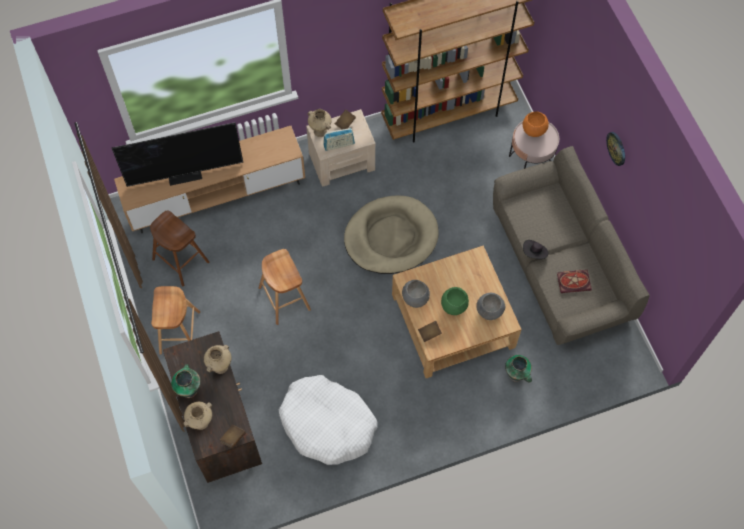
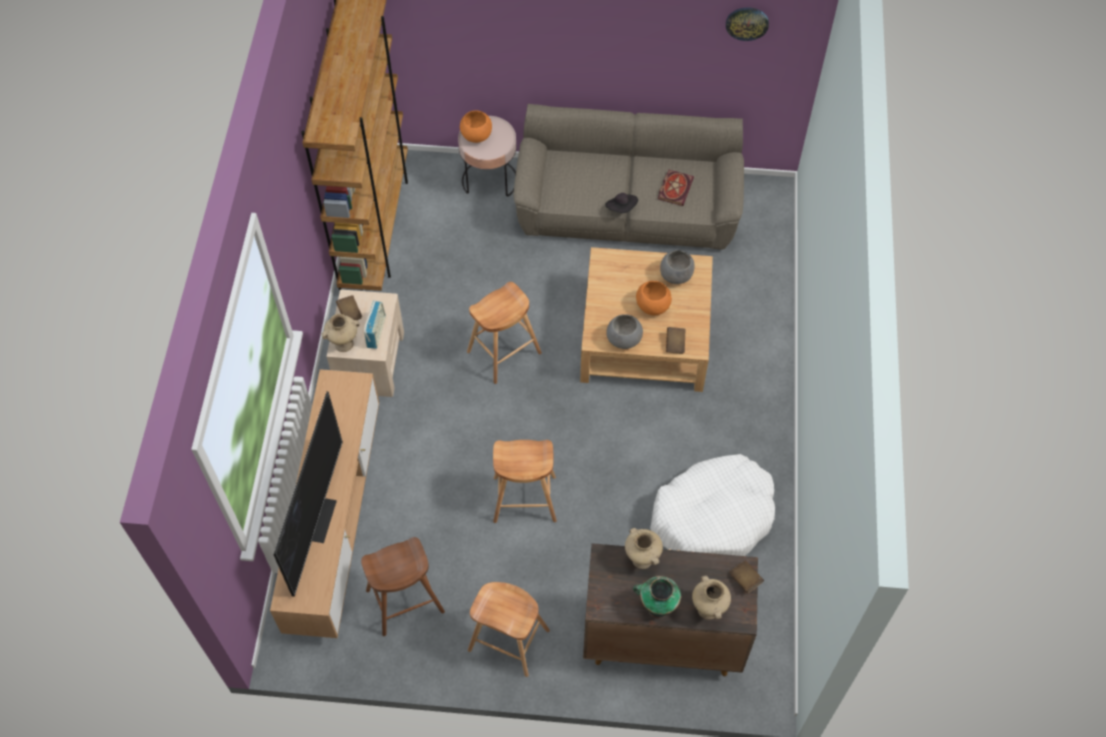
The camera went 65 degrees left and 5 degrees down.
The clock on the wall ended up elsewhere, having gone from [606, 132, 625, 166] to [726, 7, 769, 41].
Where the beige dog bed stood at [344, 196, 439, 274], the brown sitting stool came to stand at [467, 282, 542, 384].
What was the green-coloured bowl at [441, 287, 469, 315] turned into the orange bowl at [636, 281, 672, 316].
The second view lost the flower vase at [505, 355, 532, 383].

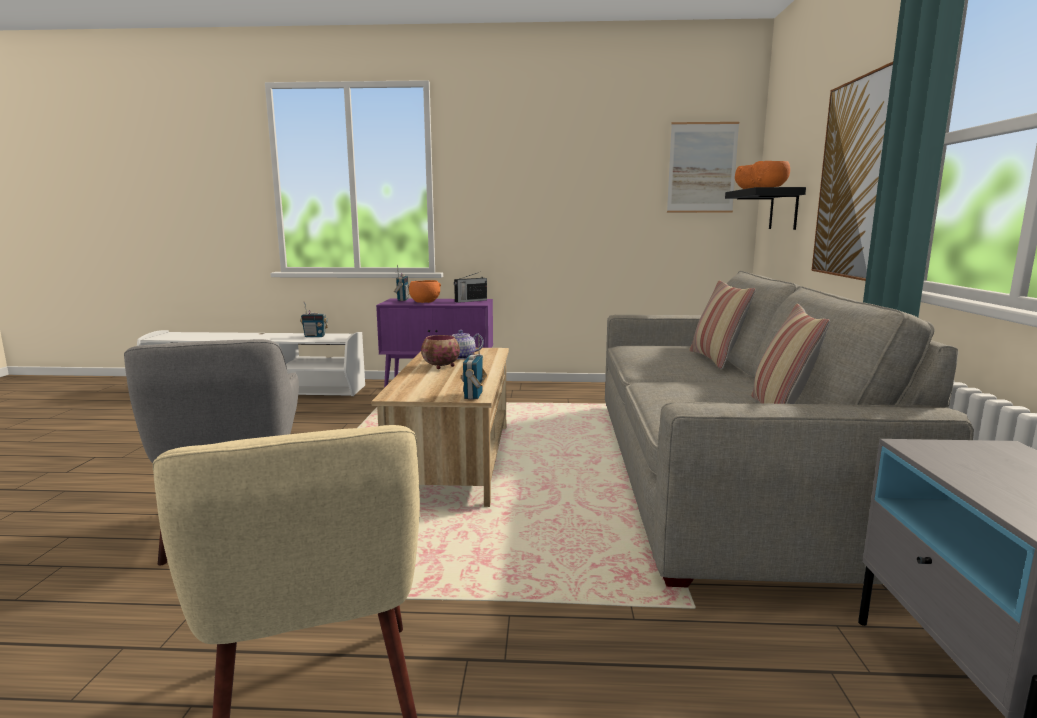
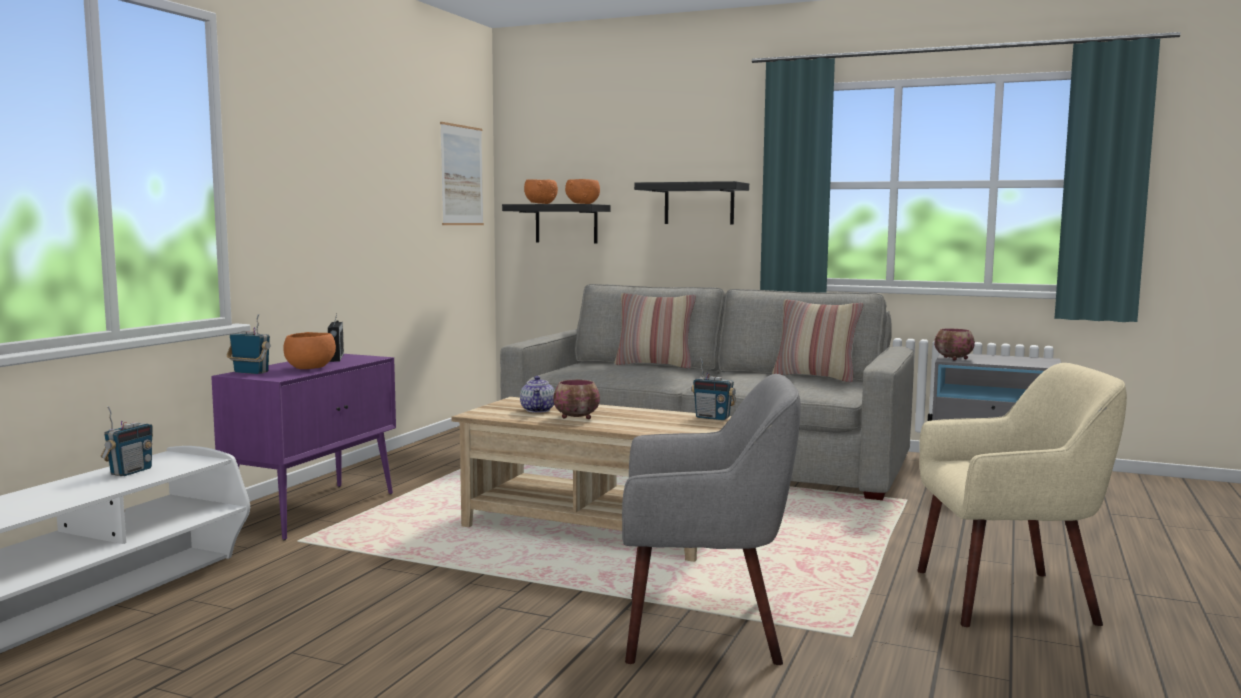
The camera went 70 degrees left and 5 degrees down.
Where the picture hung at [811, 62, 893, 281], the black-coloured wall shelf came to hang at [634, 181, 749, 225].
The second view gained the bowl at [934, 328, 975, 361].

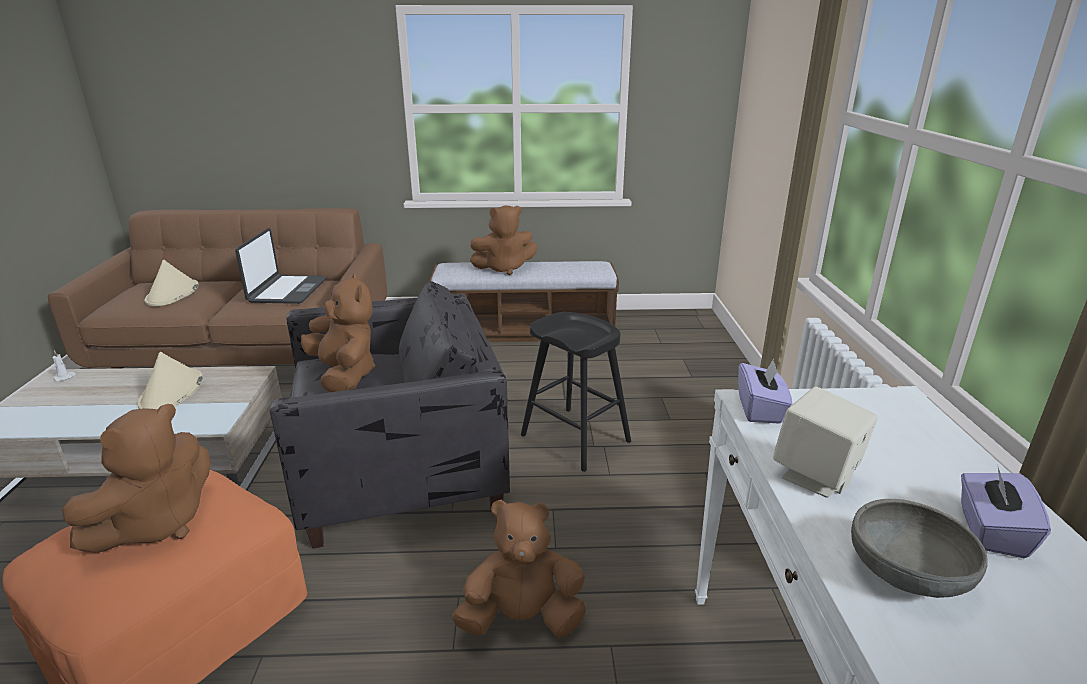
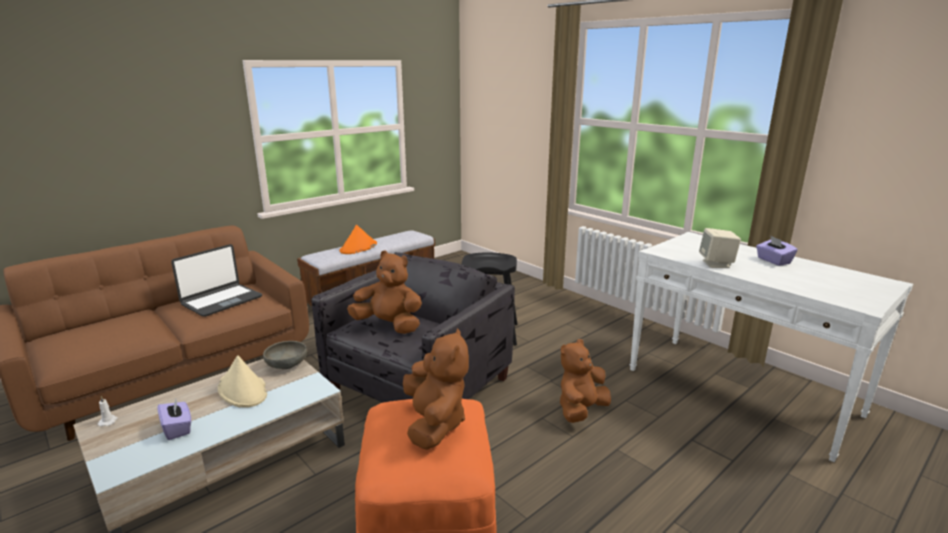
The camera went 40 degrees left and 5 degrees down.
Where the brown cuddly toy stood at [470, 205, 537, 275], the orange wearable hat came to stand at [340, 225, 377, 254].
The portable computer at [235, 228, 327, 304] ended up facing another way, 75 degrees clockwise from before.
The second view lost the beige wearable hat at [145, 260, 199, 306].
The purplish tissue holder ended up elsewhere, having gone from [738, 358, 792, 424] to [157, 399, 191, 440].
The gray bowl ended up elsewhere, having gone from [851, 499, 988, 598] to [263, 341, 307, 369].

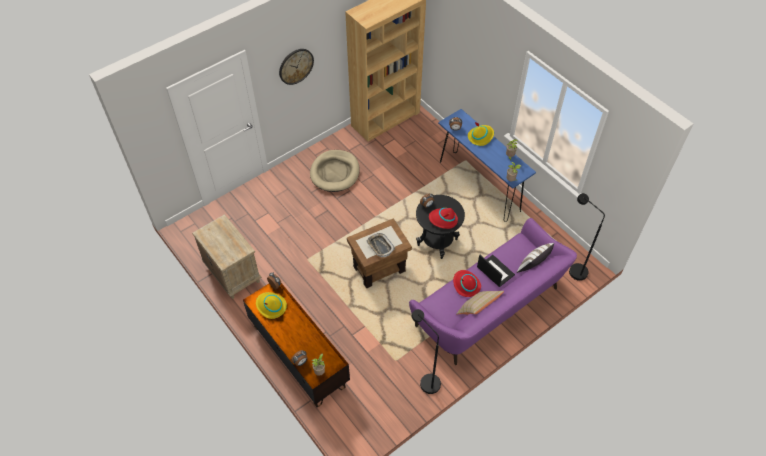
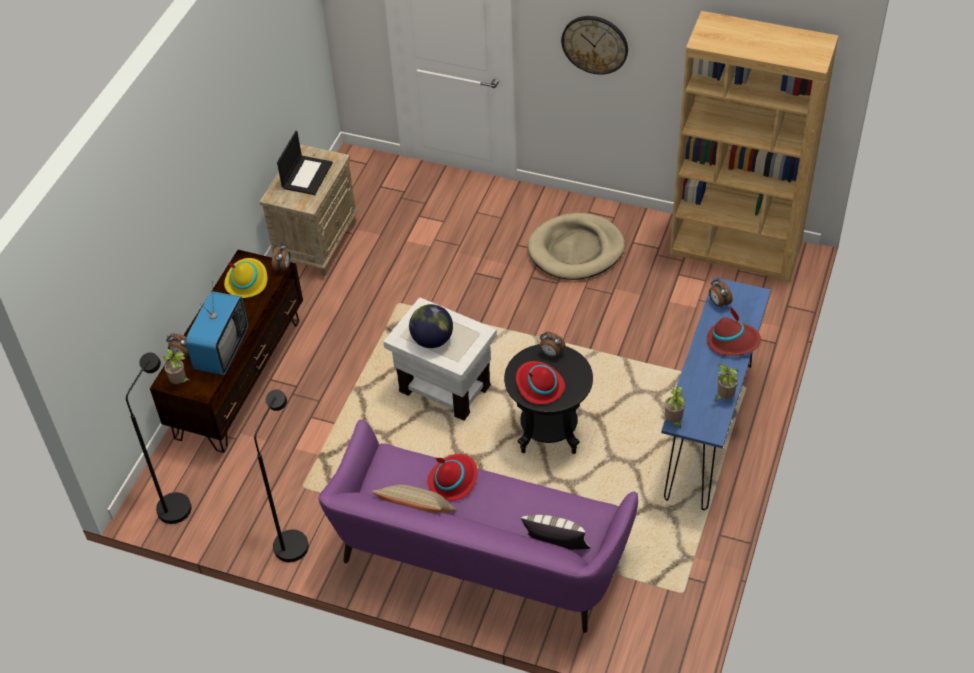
The camera went 60 degrees right and 5 degrees down.
What was the yellow wearable hat at [468, 122, 494, 146] turned into the red wearable hat at [707, 306, 761, 356].
The black-coloured floor lamp ended up elsewhere, having gone from [569, 193, 605, 281] to [126, 353, 192, 524].
What was the brown end table at [347, 218, 412, 288] turned into the white end table at [383, 297, 497, 421].
Where the tray stood at [366, 233, 395, 257], the desk globe came to stand at [409, 304, 453, 348].
The portable computer ended up elsewhere, having gone from [477, 255, 515, 287] to [277, 131, 333, 195].
The second view gained the TV set at [186, 281, 248, 375].

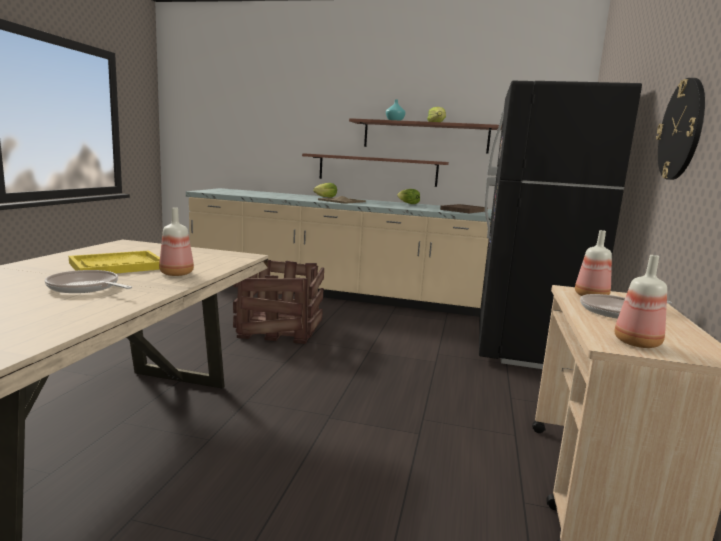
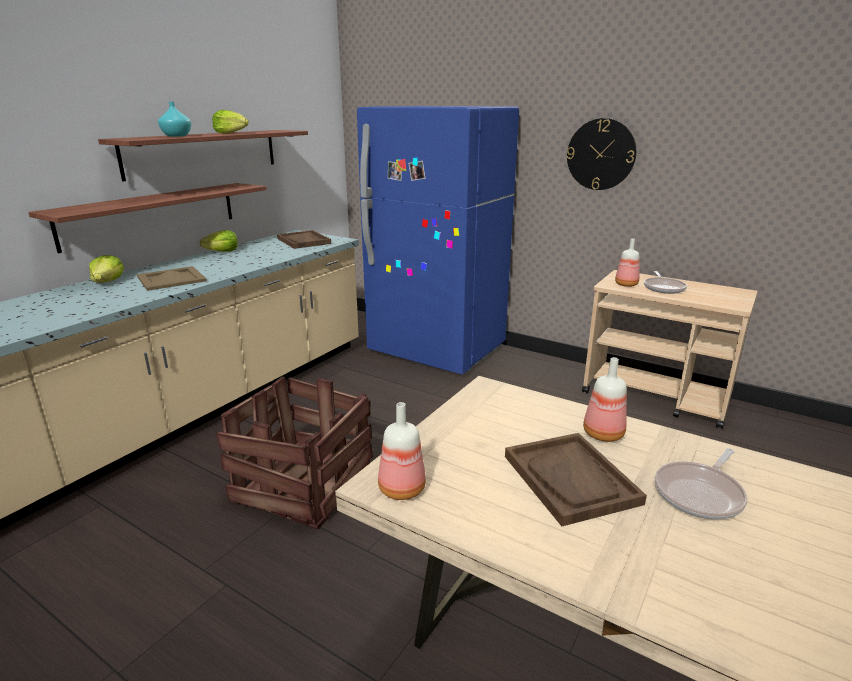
The camera went 70 degrees left and 10 degrees up.
What was the black-coloured fridge at [479, 81, 642, 369] turned into the bluish fridge at [357, 106, 519, 375].
What was the yellow tray at [69, 251, 160, 273] turned into the brown tray at [505, 433, 647, 527].
The bottle ended up elsewhere, having gone from [614, 255, 667, 348] to [378, 402, 426, 500].

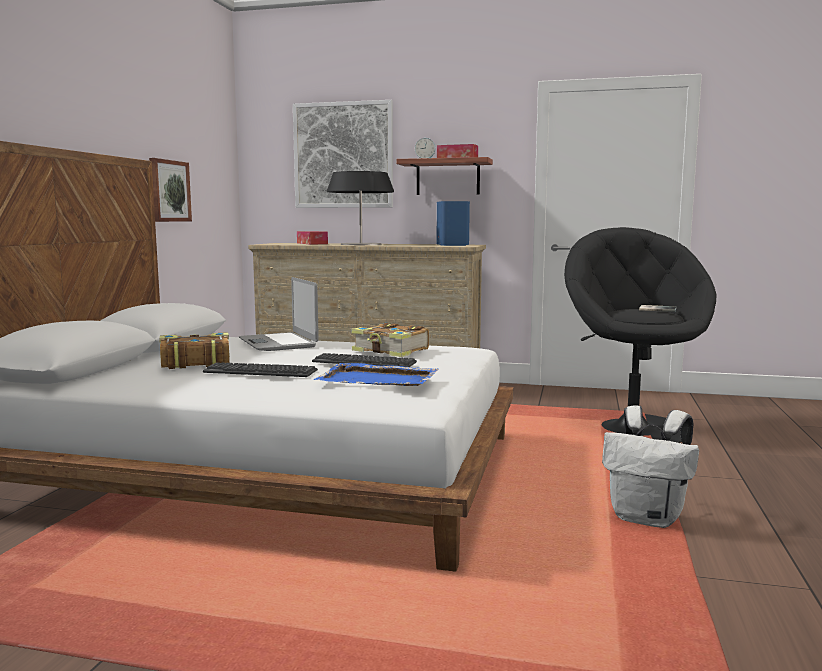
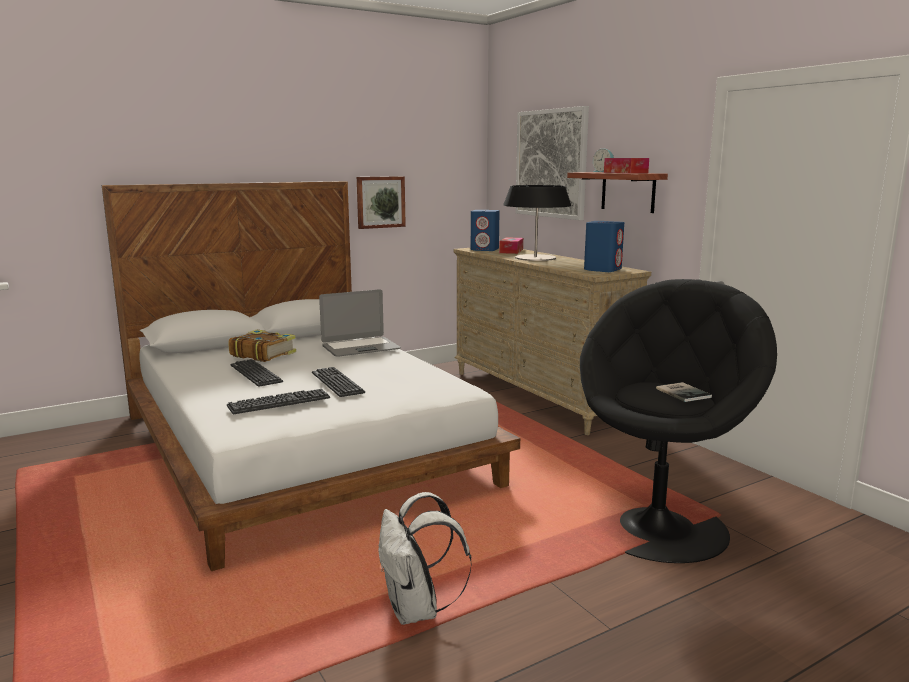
The camera went 45 degrees right and 5 degrees up.
The portable computer at [239, 277, 319, 351] ended up facing another way, 135 degrees counterclockwise from before.
The second view lost the book at [351, 323, 429, 357].
Where the bluish tray stood at [314, 363, 439, 386], the PC keyboard came to stand at [227, 389, 330, 414].
The second view gained the bluish audio speaker at [471, 210, 500, 251].

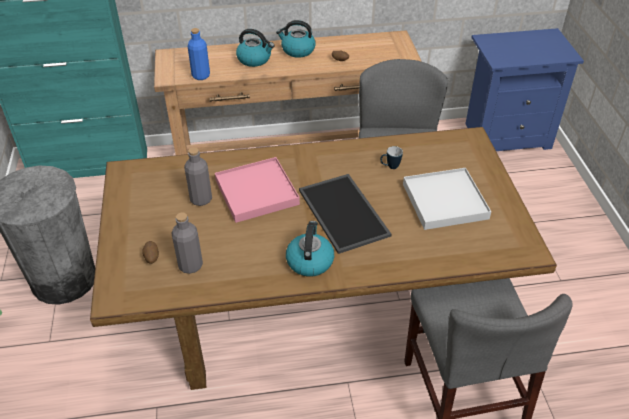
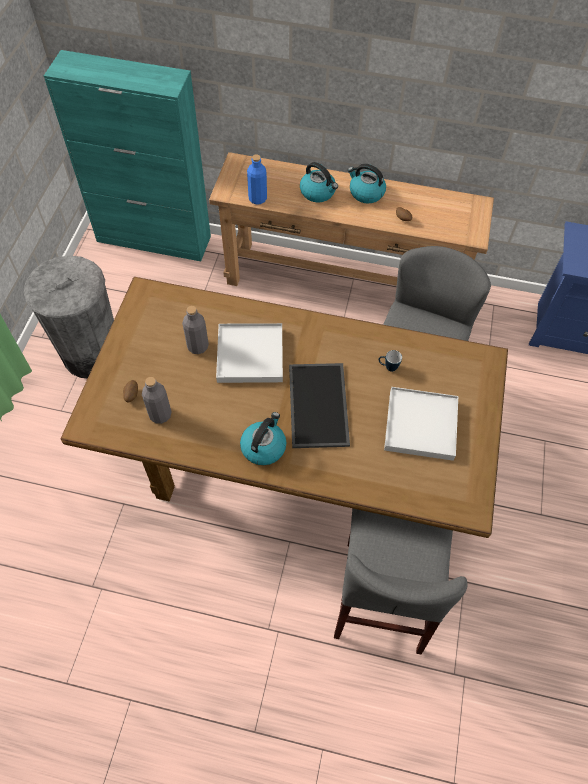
The camera went 20 degrees right and 15 degrees up.
What was the pink tray at [215, 157, 300, 223] turned into the white tray at [216, 323, 283, 383].

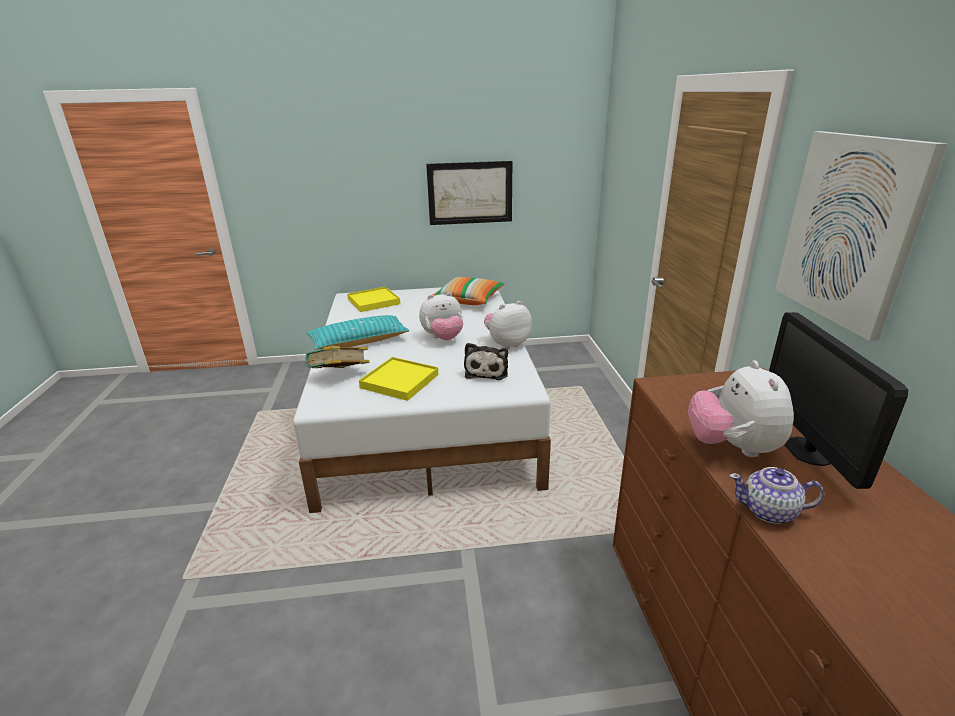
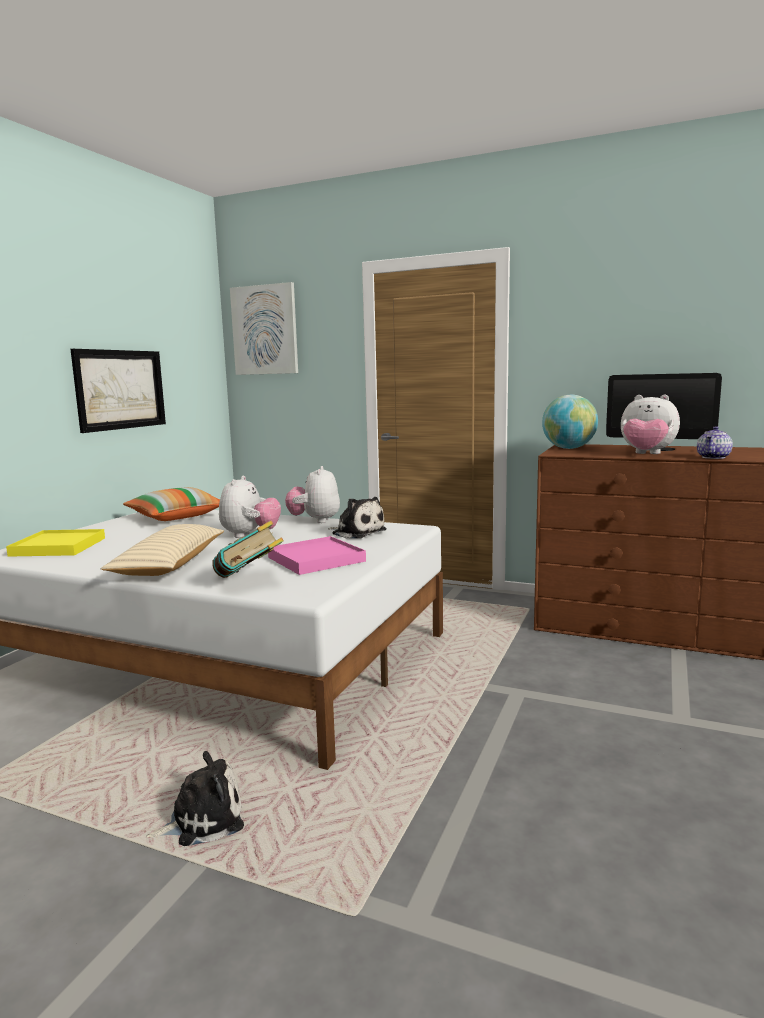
The camera went 60 degrees left and 15 degrees down.
The picture ended up elsewhere, having gone from [775, 131, 948, 341] to [230, 282, 298, 375].
What was the turquoise cushion at [307, 315, 410, 350] turned into the beige cushion at [101, 524, 224, 576].
What was the yellow tray at [359, 357, 439, 401] turned into the pink tray at [268, 536, 366, 575].
The second view gained the desk globe at [542, 395, 598, 449].
The second view gained the cuddly toy at [146, 751, 244, 846].

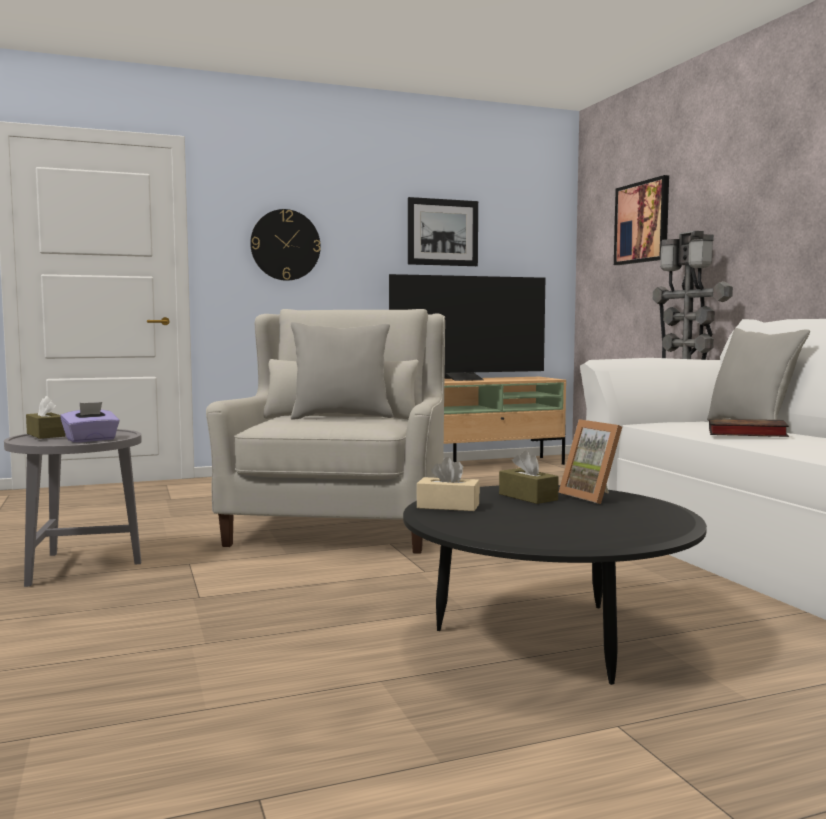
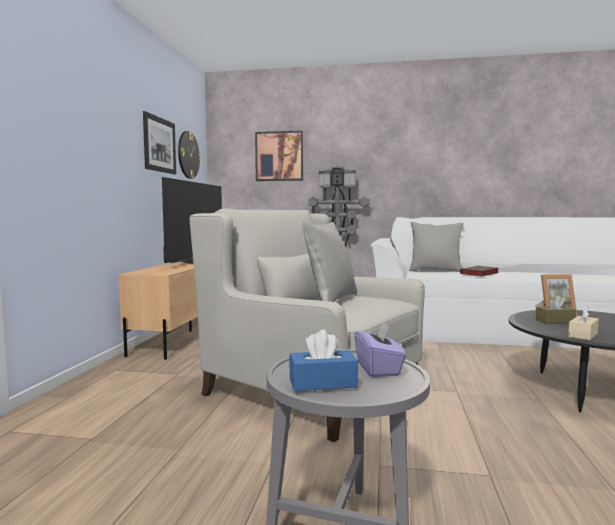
The camera went 60 degrees left and 0 degrees up.
The clock on the wall ended up elsewhere, having gone from [250, 209, 321, 281] to [178, 131, 201, 179].
What was the brown tissue holder at [26, 396, 65, 439] turned into the bluish tissue holder at [289, 330, 358, 391].

